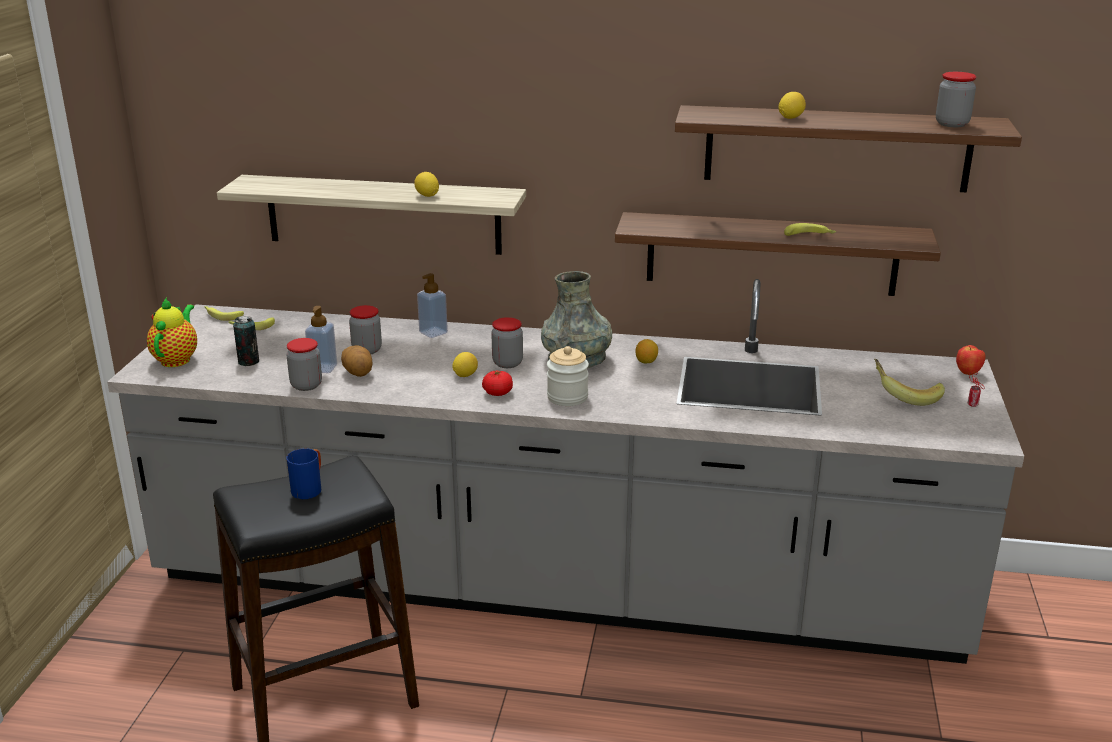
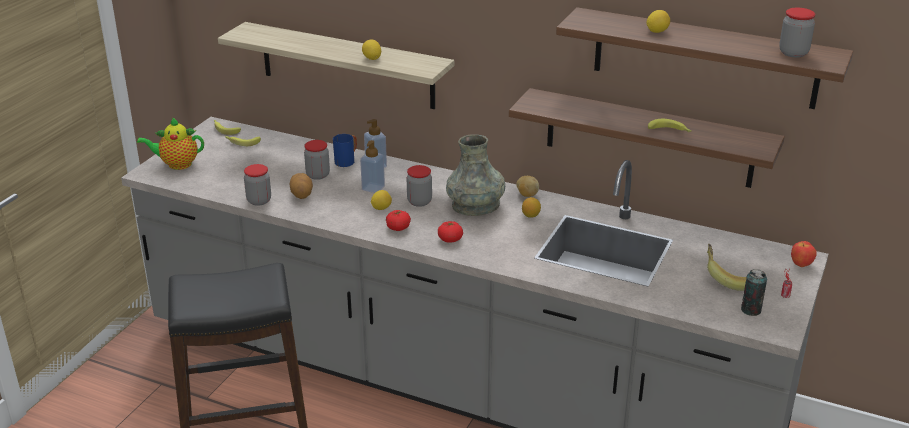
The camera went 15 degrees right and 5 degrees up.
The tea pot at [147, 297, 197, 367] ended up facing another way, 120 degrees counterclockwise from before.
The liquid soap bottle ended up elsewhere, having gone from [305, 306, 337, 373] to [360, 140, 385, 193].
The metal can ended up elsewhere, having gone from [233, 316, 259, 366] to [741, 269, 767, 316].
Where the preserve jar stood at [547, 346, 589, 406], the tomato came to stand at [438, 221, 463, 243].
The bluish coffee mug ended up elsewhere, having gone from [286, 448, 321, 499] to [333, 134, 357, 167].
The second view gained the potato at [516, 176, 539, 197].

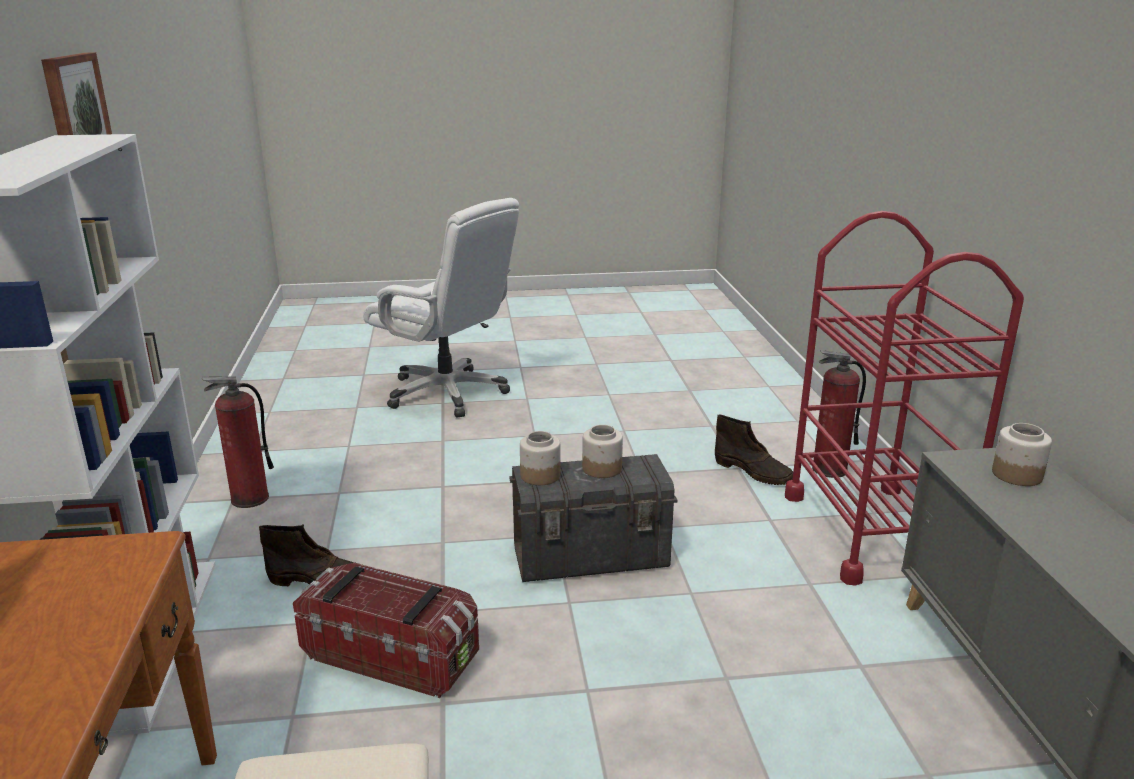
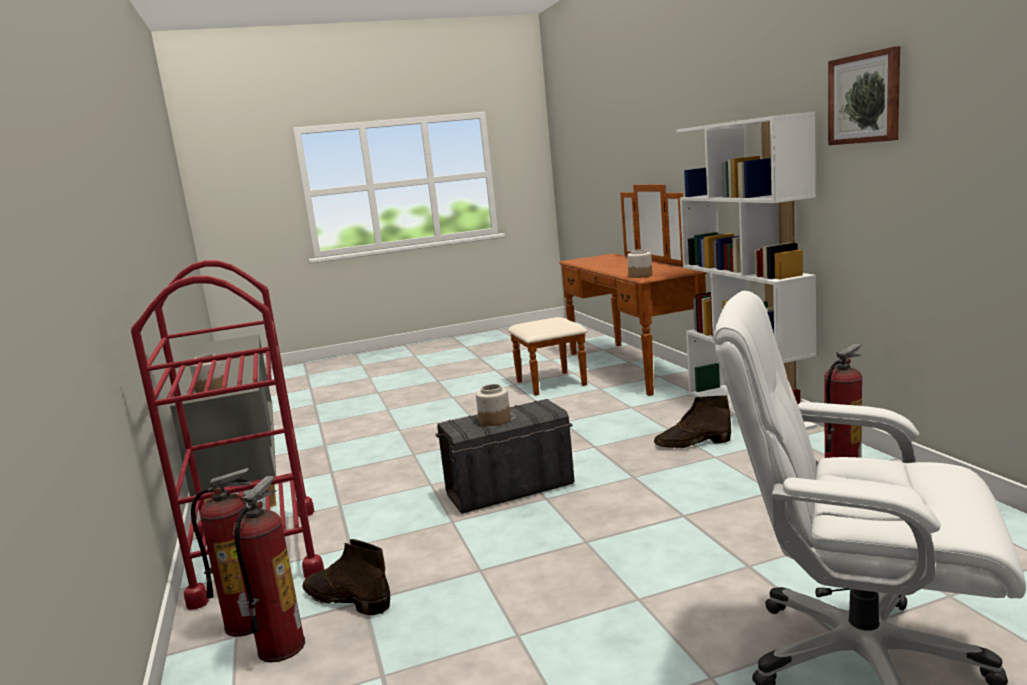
The camera went 170 degrees right and 10 degrees down.
The preserve jar ended up elsewhere, having gone from [520, 431, 561, 485] to [627, 249, 652, 278].
The second view lost the storage bin at [293, 563, 479, 698].
The second view gained the fire-fighting cylinder at [232, 476, 305, 662].

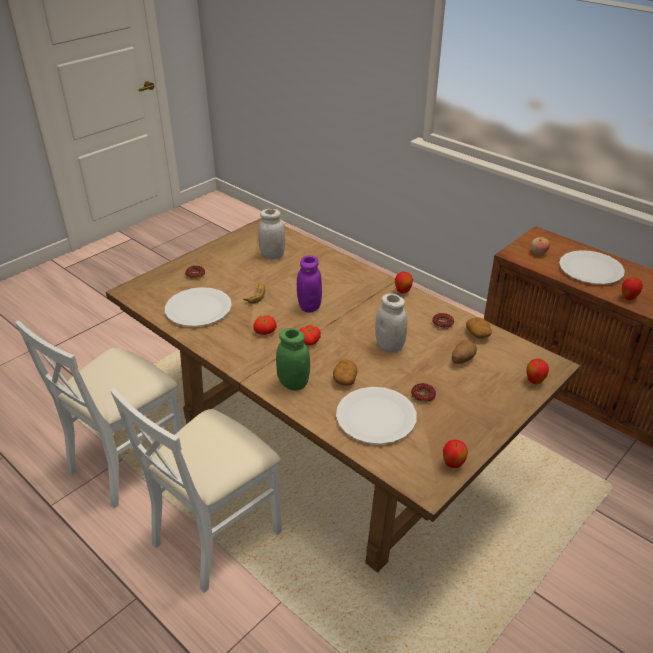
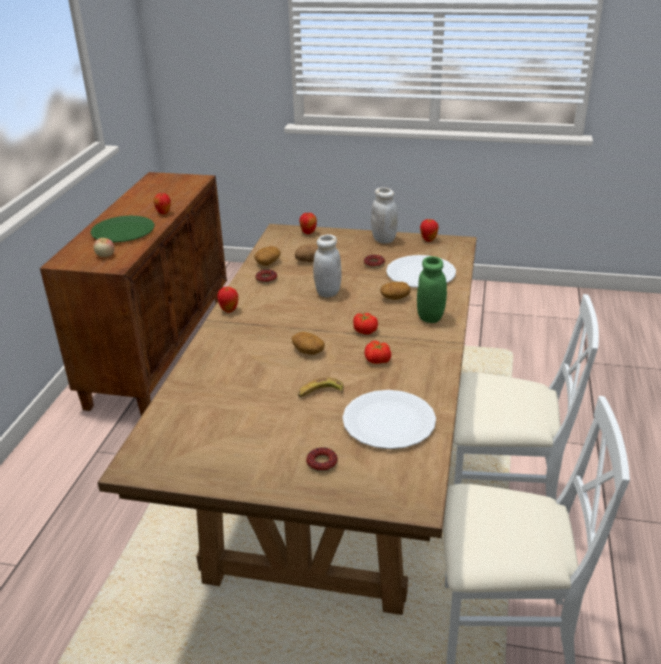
The camera went 120 degrees left and 5 degrees down.
The white preserve jar ended up elsewhere, having gone from [258, 209, 285, 259] to [371, 187, 398, 244].
What was the white flat dish at [559, 250, 625, 284] turned into the green-coloured flat dish at [90, 215, 154, 242].
Where the purplish preserve jar stood at [297, 256, 322, 313], the potato came to stand at [292, 332, 325, 355].

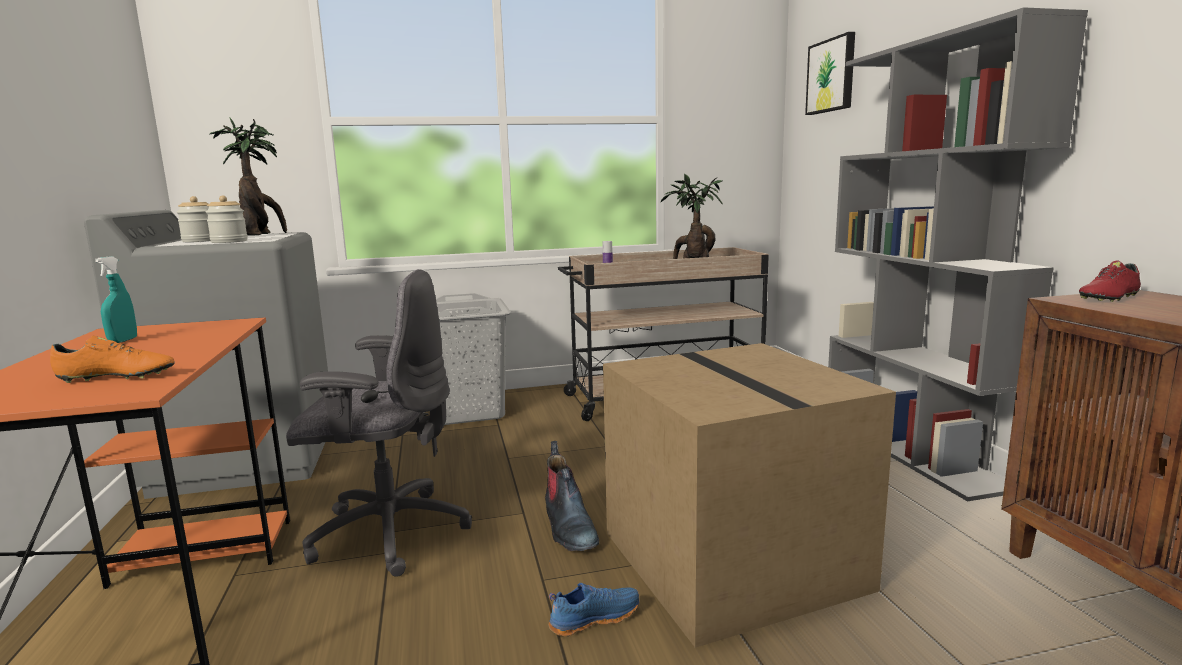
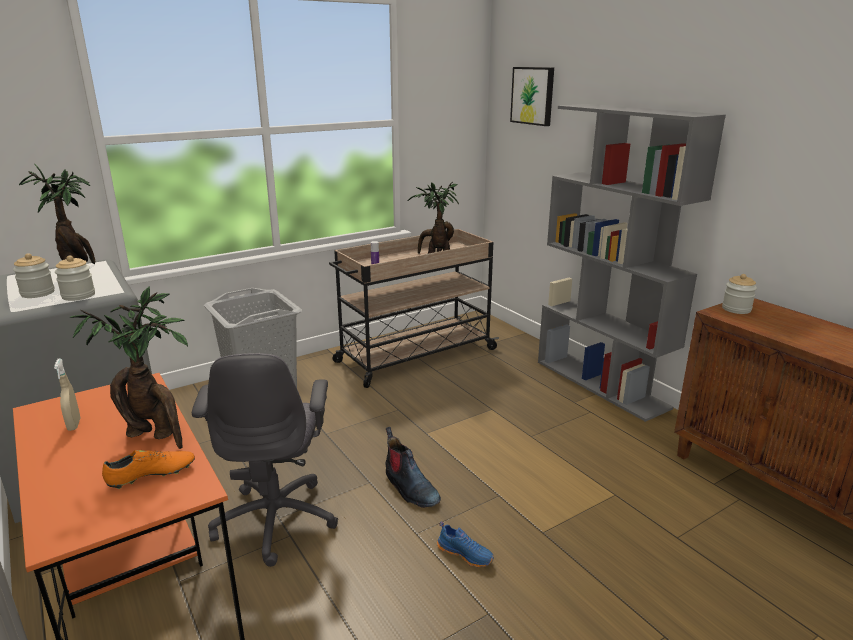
The camera went 20 degrees left and 10 degrees up.
What was the turquoise hand sprayer at [95, 256, 137, 343] turned into the beige hand sprayer at [54, 358, 80, 431].
Where the red shoe stood at [1079, 261, 1141, 302], the preserve jar came to stand at [722, 274, 757, 314].
The gray desk chair at [286, 269, 472, 577] ended up facing another way, 105 degrees clockwise from before.
The second view lost the cardboard box at [603, 343, 896, 648].
The bluish shoe at [549, 583, 640, 636] ended up facing another way, 75 degrees clockwise from before.
The second view gained the plant in a pot at [70, 286, 188, 449].

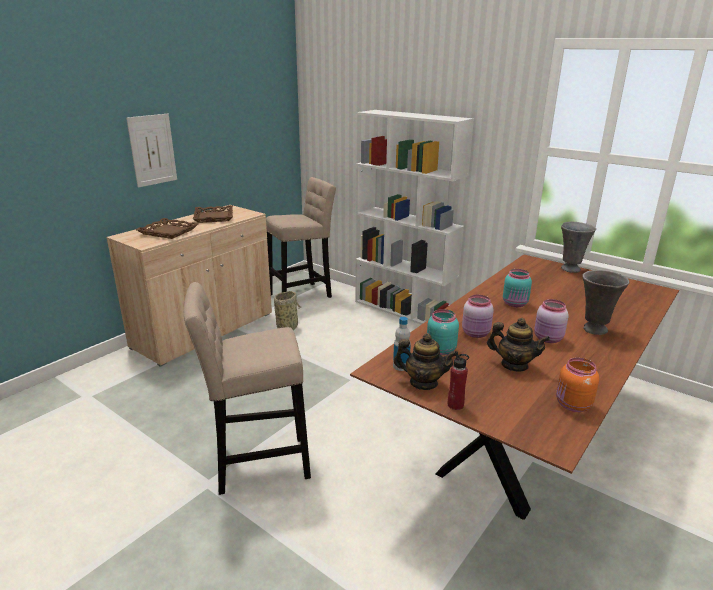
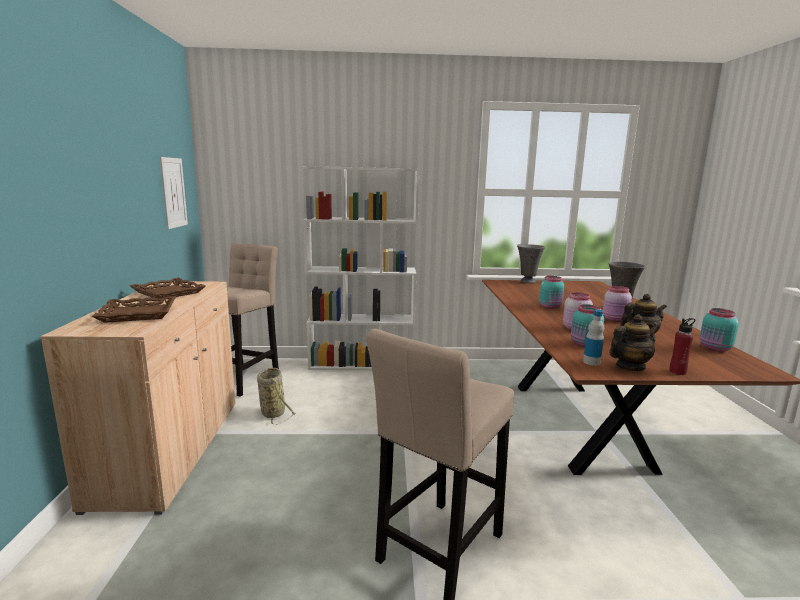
The camera went 40 degrees left and 10 degrees down.
The picture ended up elsewhere, having gone from [126, 114, 177, 188] to [160, 157, 188, 229].
What was the orange preserve jar at [556, 357, 599, 412] turned into the turquoise preserve jar at [700, 308, 739, 352].

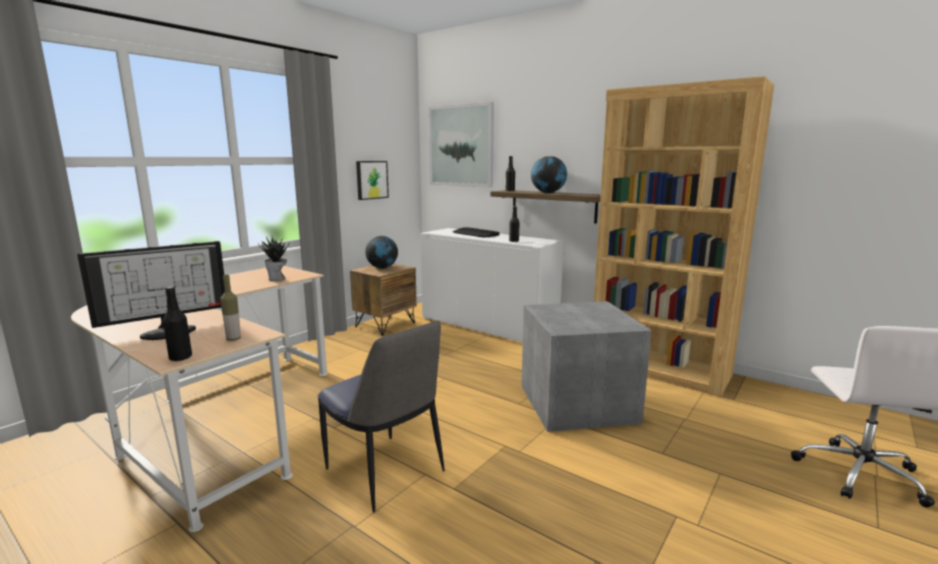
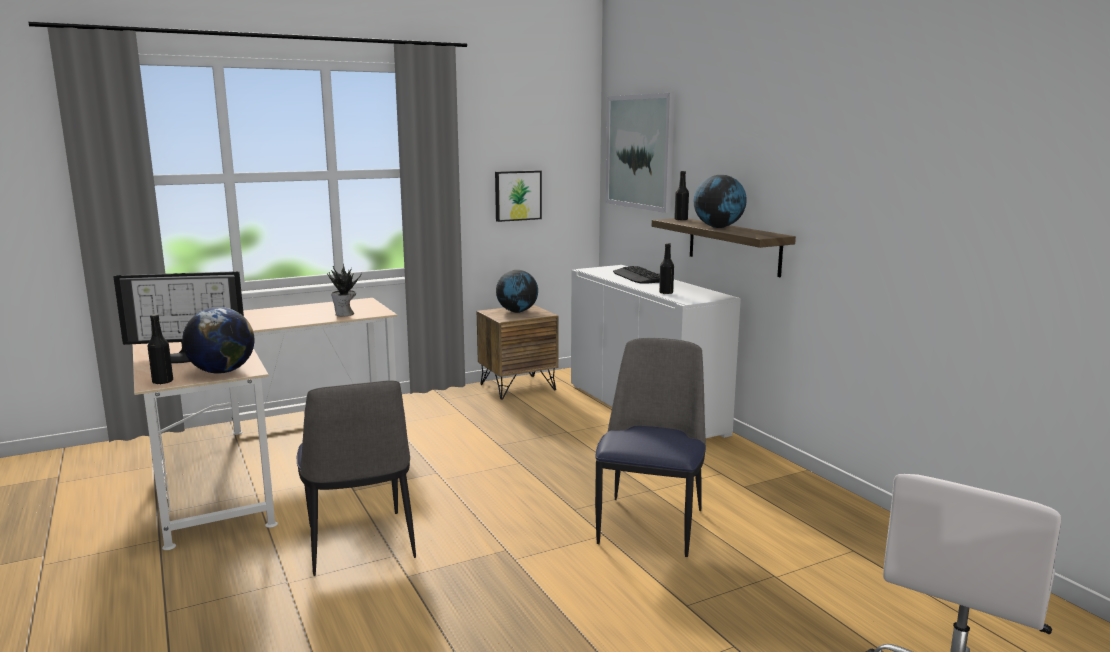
The camera went 25 degrees right and 0 degrees up.
The second view lost the brown shelving unit at [594, 76, 774, 397].
Where the bottle stood at [220, 275, 241, 341], the desk globe came to stand at [182, 307, 255, 374].
Where the gray storage bin stood at [521, 301, 652, 432], the upright chair came to stand at [595, 338, 706, 557].

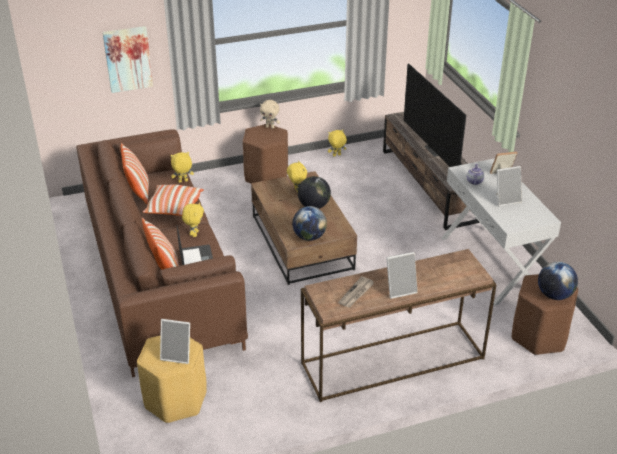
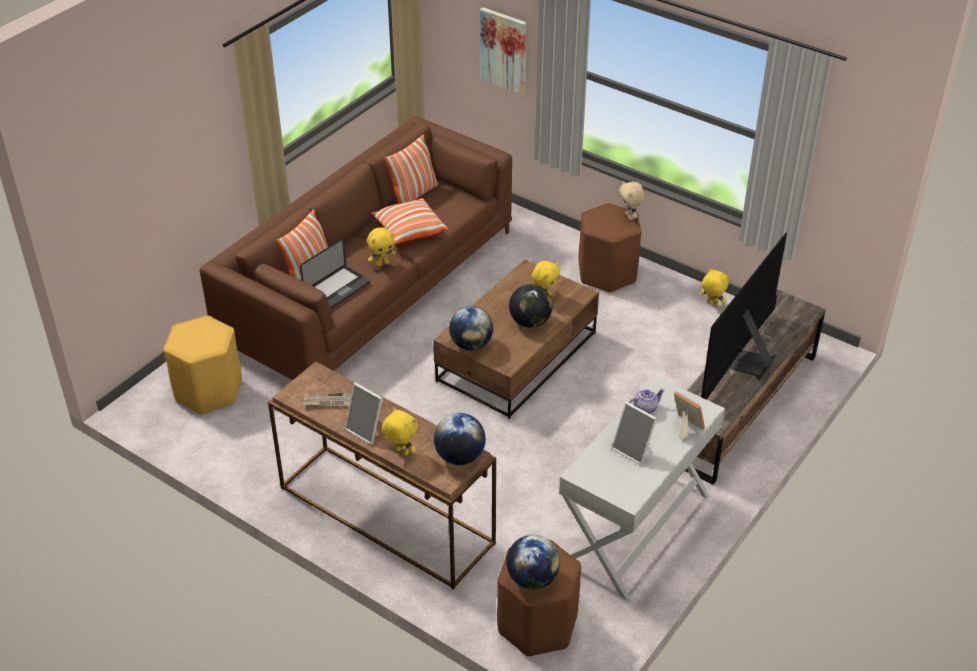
The camera went 55 degrees right and 5 degrees up.
The yellow cuddly toy ended up elsewhere, having gone from [171, 152, 194, 183] to [382, 408, 418, 456].
The second view lost the photo frame at [160, 319, 190, 364].
The second view gained the desk globe at [434, 413, 486, 465].

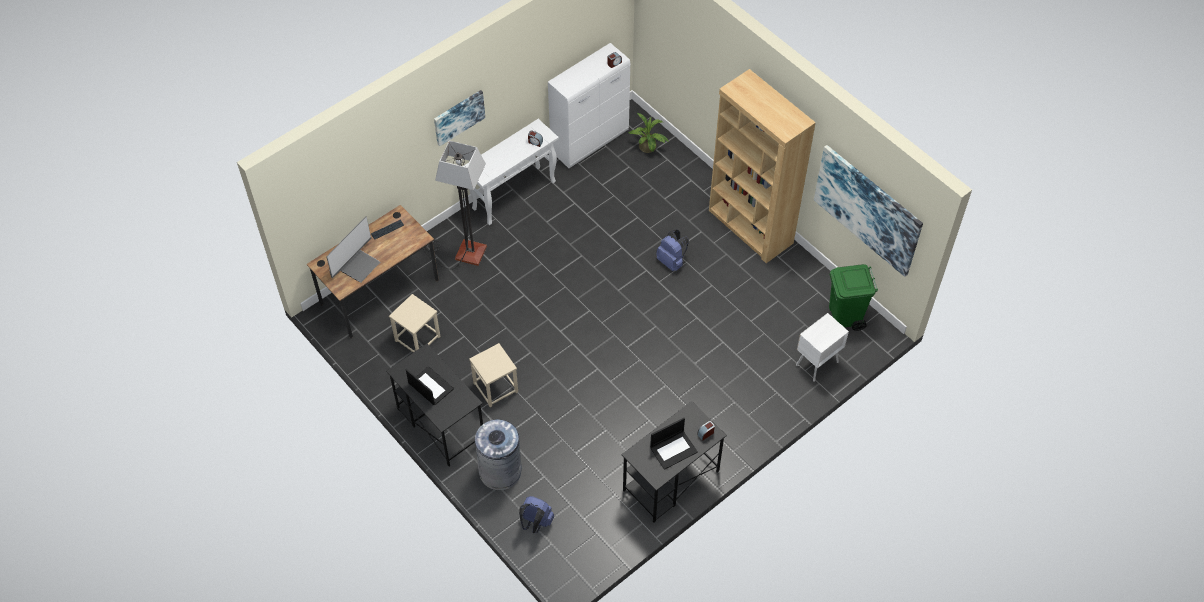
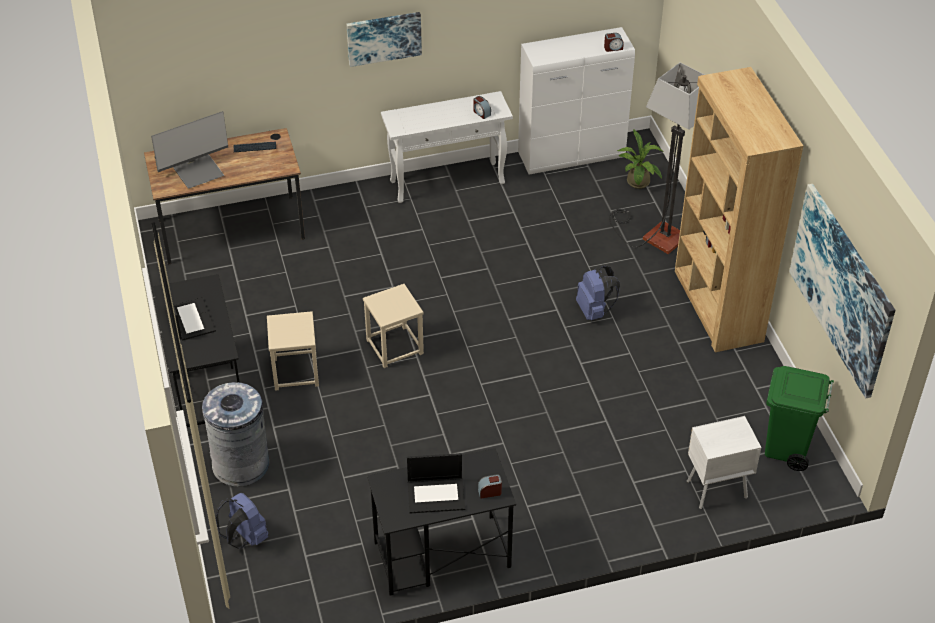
The camera went 25 degrees right and 10 degrees down.
The floor lamp ended up elsewhere, having gone from [423, 141, 487, 270] to [609, 62, 704, 254].
The beige sitting stool ended up elsewhere, having gone from [389, 294, 440, 353] to [363, 284, 424, 368].

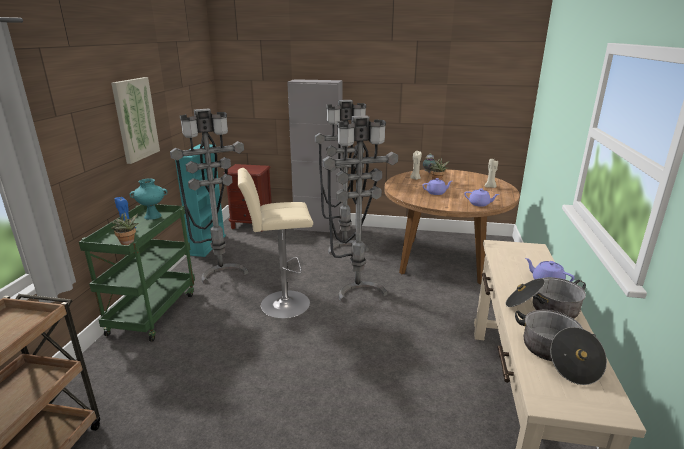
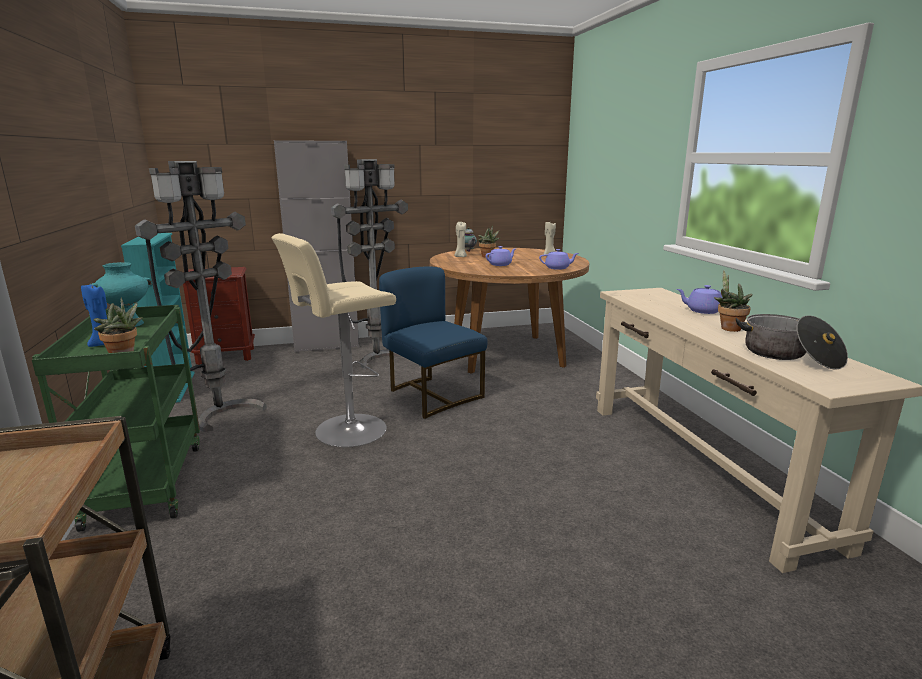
The camera went 25 degrees left and 5 degrees down.
The second view lost the picture at [111, 77, 160, 164].
Where the gray floor lamp stood at [323, 115, 398, 302], the bluish upright chair came to stand at [379, 266, 488, 419].
Where the saucepot stood at [505, 277, 586, 319], the plant in a pot came to stand at [714, 270, 753, 332].

